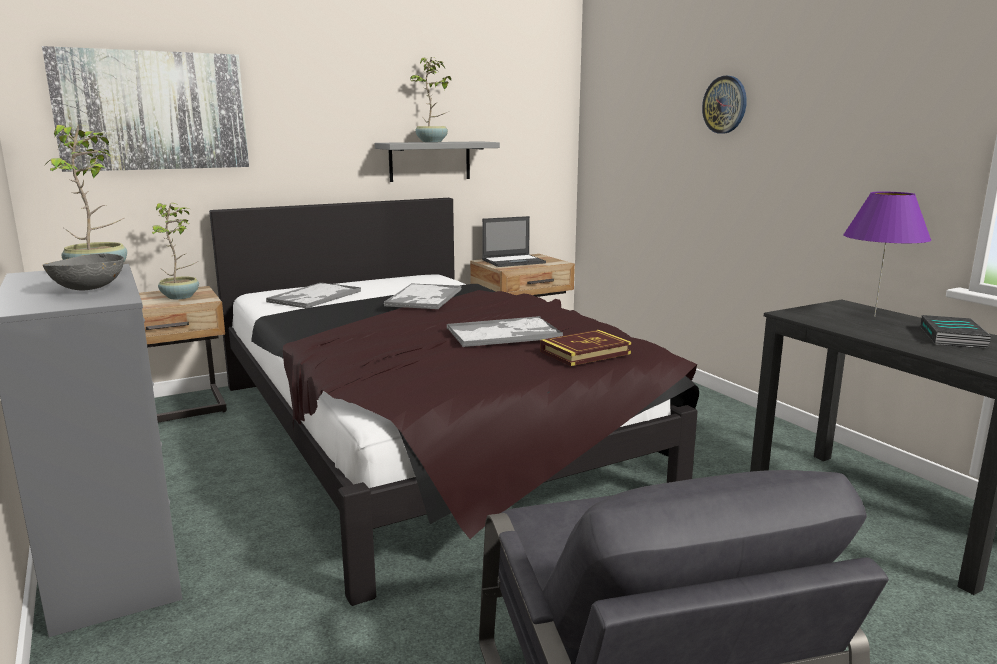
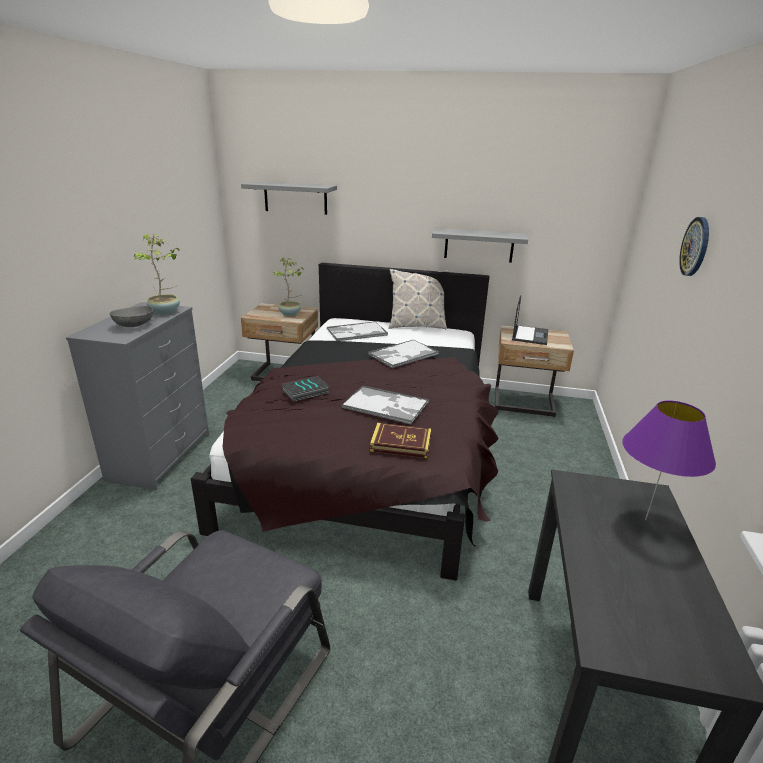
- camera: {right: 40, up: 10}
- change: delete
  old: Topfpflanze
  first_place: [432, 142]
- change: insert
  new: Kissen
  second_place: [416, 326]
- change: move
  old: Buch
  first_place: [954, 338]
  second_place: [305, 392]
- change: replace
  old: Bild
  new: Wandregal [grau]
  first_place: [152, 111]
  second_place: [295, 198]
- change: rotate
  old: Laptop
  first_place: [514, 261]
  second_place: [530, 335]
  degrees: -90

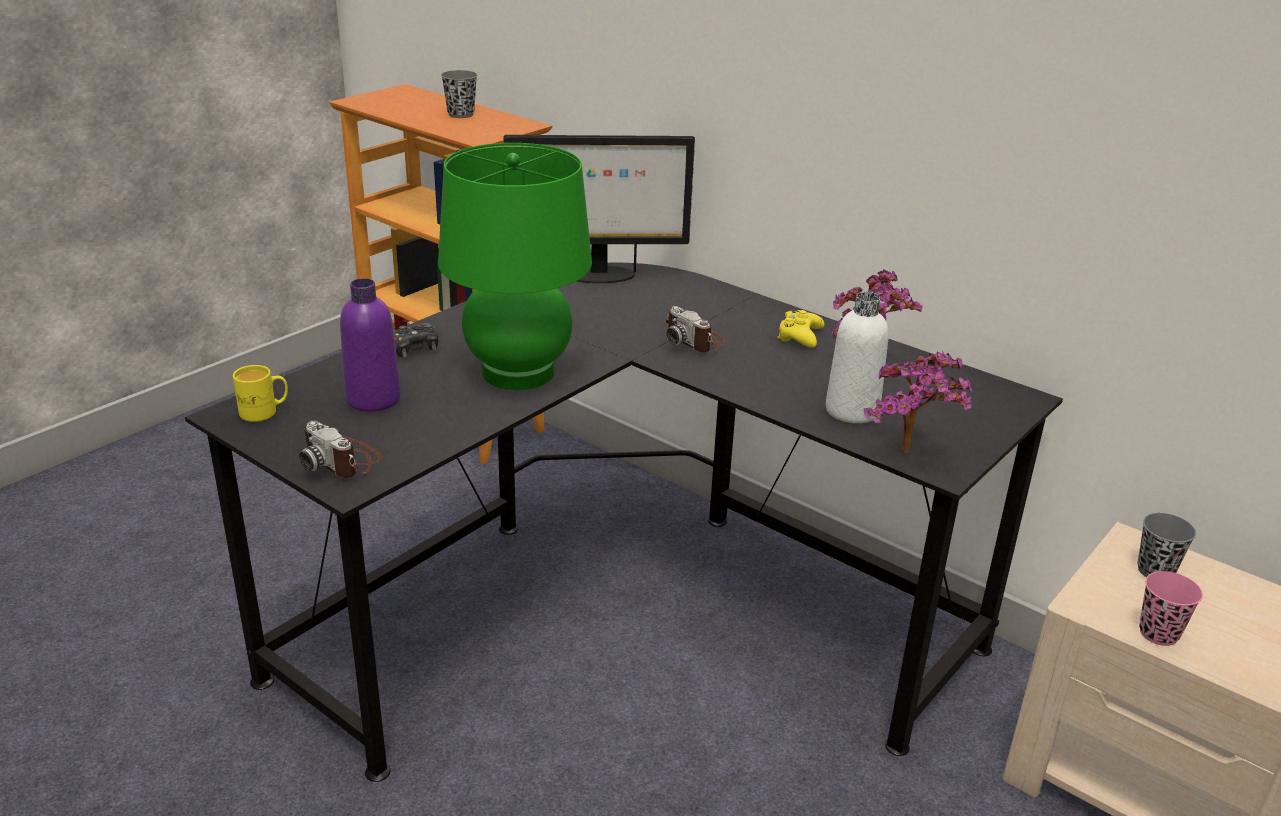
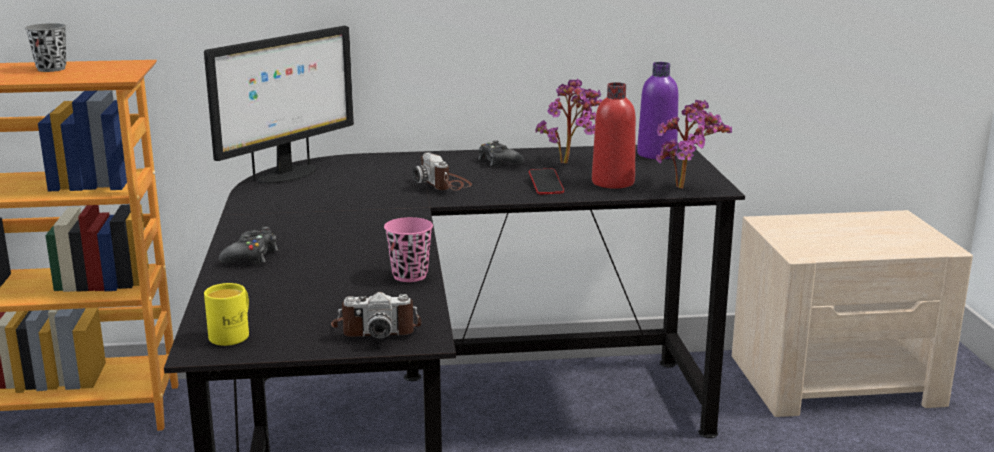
- camera: {right: -45, up: -10}
- change: delete
  old: Tischlampe [grün]
  first_place: [518, 372]
- change: delete
  old: Tasse [grau]
  first_place: [1155, 571]
- change: insert
  new: Handy
  second_place: [546, 185]
- change: move
  old: Flasche [lila]
  first_place: [373, 399]
  second_place: [656, 154]
- change: move
  old: Tasse [rosa]
  first_place: [1158, 633]
  second_place: [410, 275]
- change: recolor
  old: Gamepad [gelb]
  new: Gamepad [schwarz]
  first_place: [799, 336]
  second_place: [499, 161]
- change: recolor
  old: Flasche [weiß]
  new: Flasche [rot]
  first_place: [852, 411]
  second_place: [613, 182]
- change: rotate
  old: Kamera
  first_place: [695, 340]
  second_place: [444, 184]
  degrees: 60

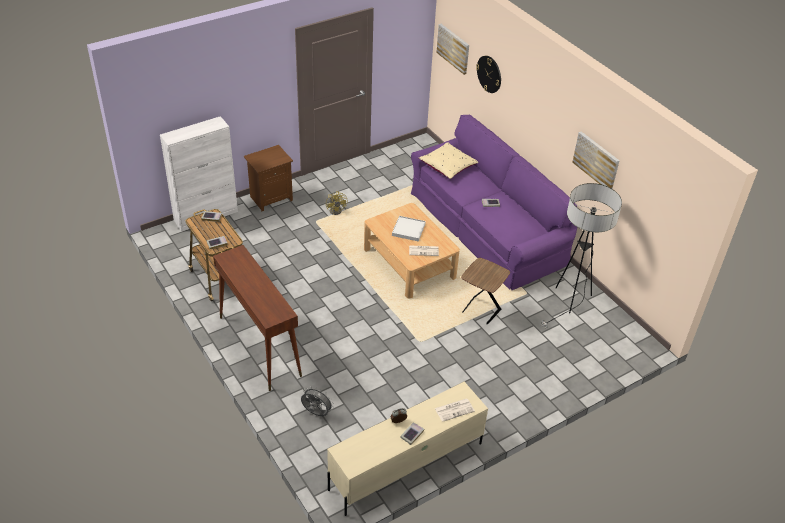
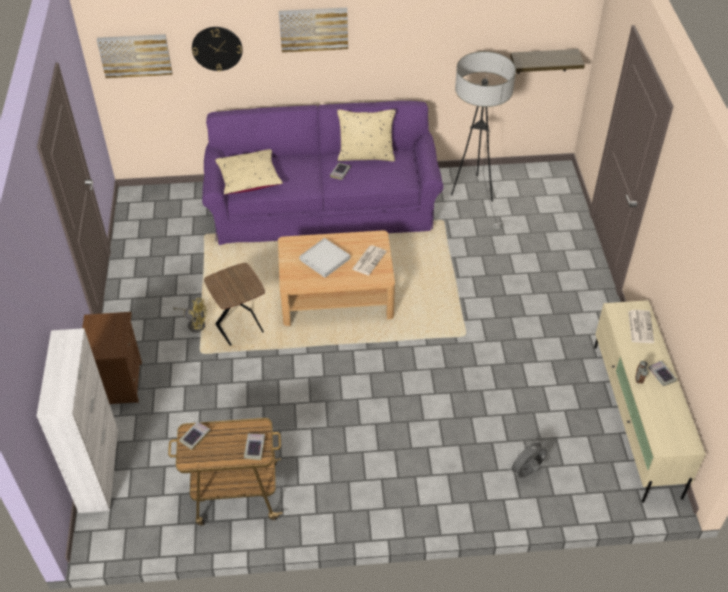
- camera: {right: -60, up: 5}
- change: delete
  old: Konsolentisch [braun]
  first_place: [259, 345]
- change: insert
  new: Kissen [beige]
  second_place: [366, 155]
- change: insert
  new: Wandregal
  second_place: [542, 61]
- change: move
  old: Beistelltisch [braun]
  first_place: [480, 311]
  second_place: [241, 328]
- change: move
  old: Bild
  first_place: [596, 161]
  second_place: [313, 29]

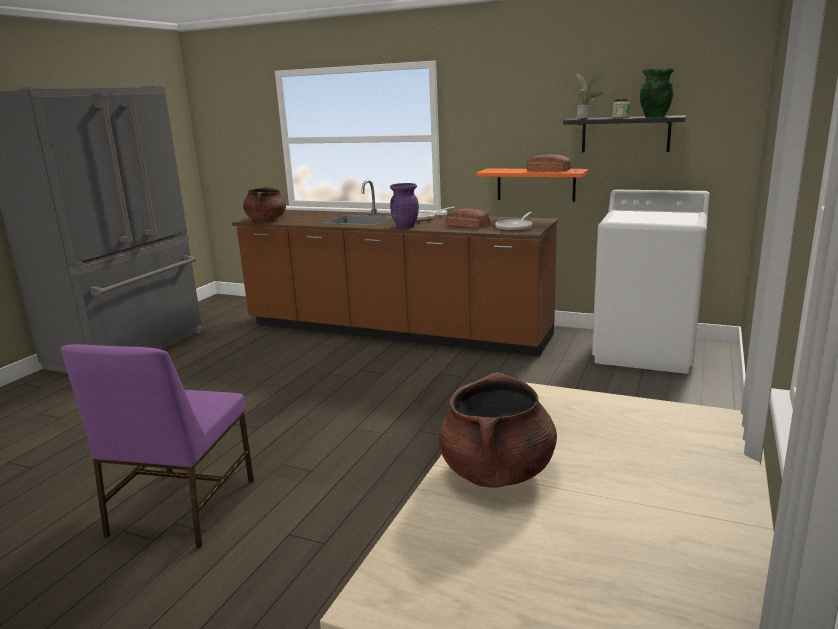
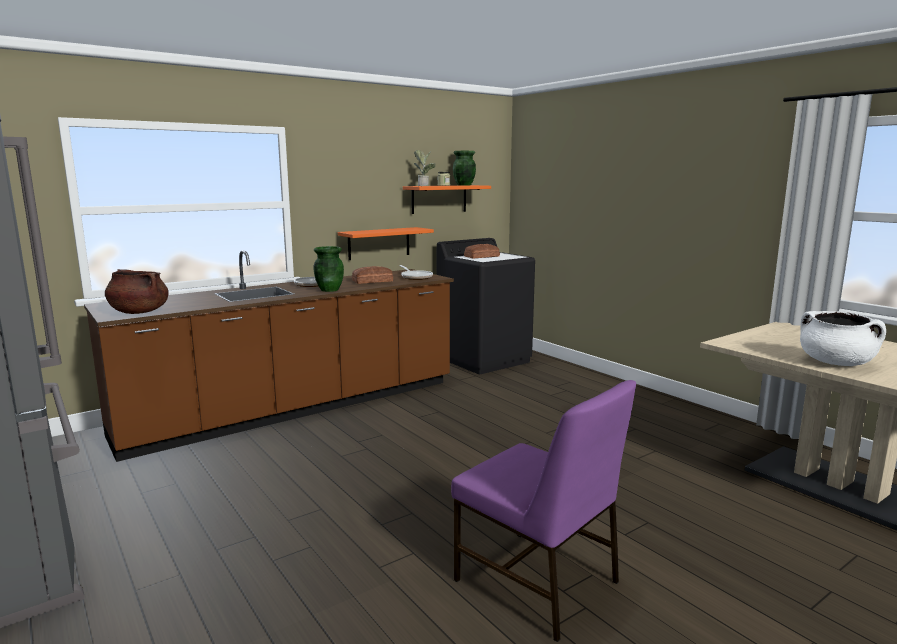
- camera: {right: -60, up: -5}
- change: move
  old: Brot
  first_place: [548, 170]
  second_place: [481, 256]
- change: recolor
  old: Vase [lila]
  new: Vase [grün]
  first_place: [405, 226]
  second_place: [329, 290]
- change: recolor
  old: Kochtopf [braun]
  new: Kochtopf [weiß]
  first_place: [497, 472]
  second_place: [835, 363]
- change: recolor
  old: Wandregal [schwarz]
  new: Wandregal [orange]
  first_place: [625, 134]
  second_place: [439, 199]
- change: recolor
  old: Waschmaschine [weiß]
  new: Waschmaschine [schwarz]
  first_place: [645, 351]
  second_place: [484, 359]

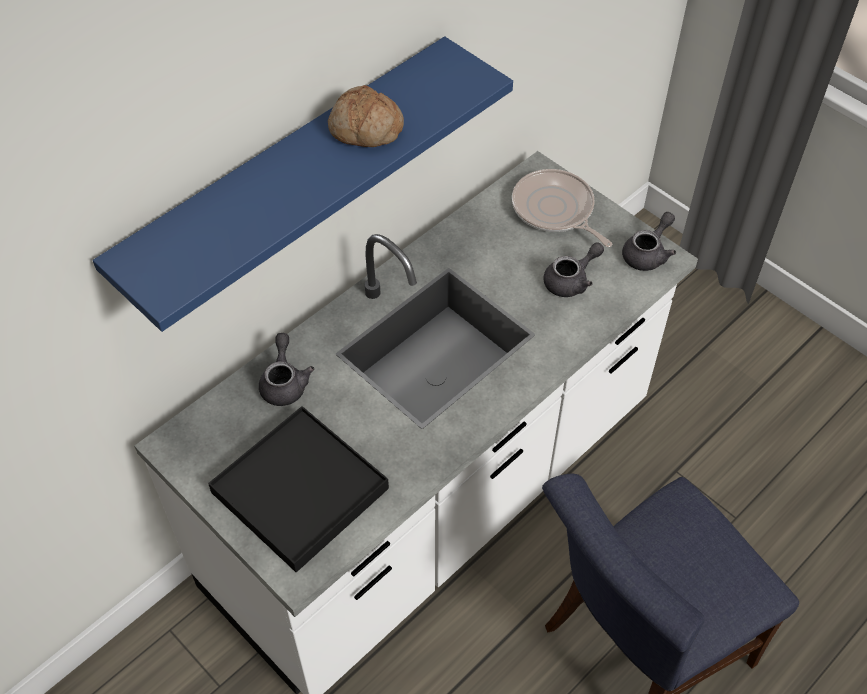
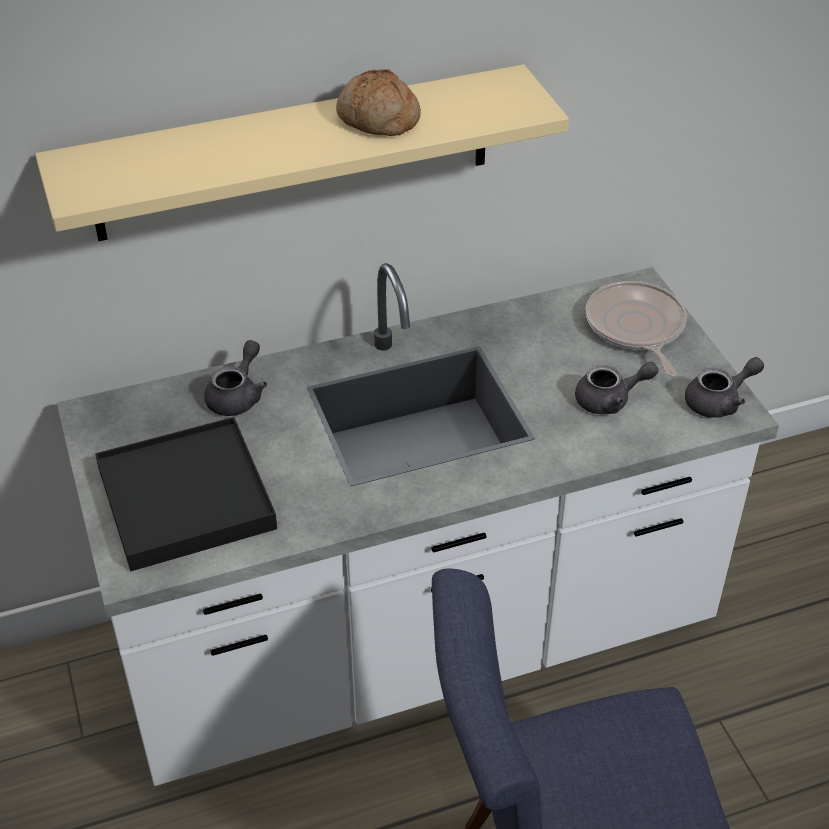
- camera: {right: 25, up: -10}
- change: recolor
  old: Wandregal [blau]
  new: Wandregal [beige]
  first_place: [288, 174]
  second_place: [294, 154]

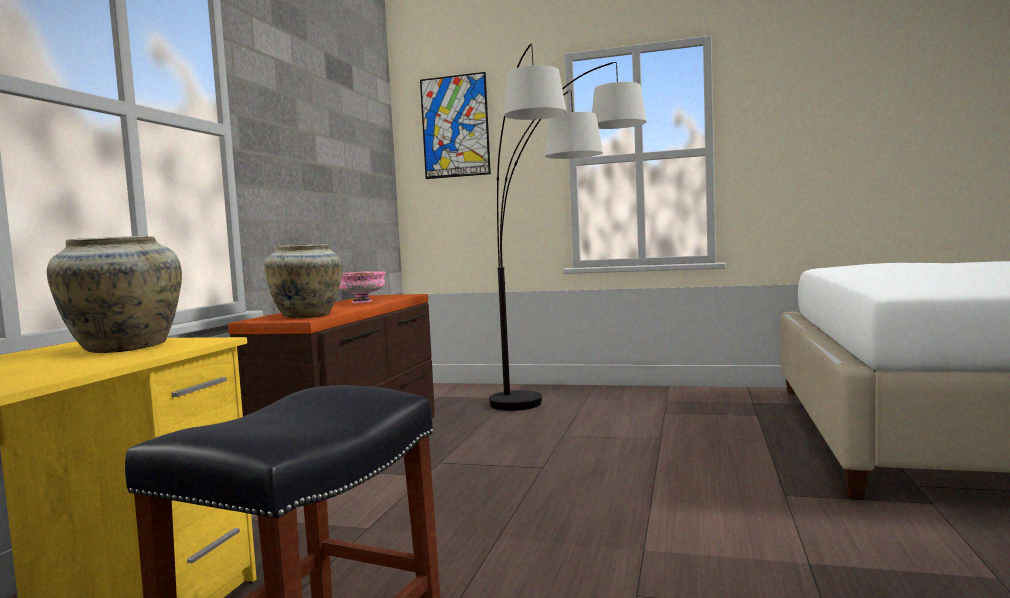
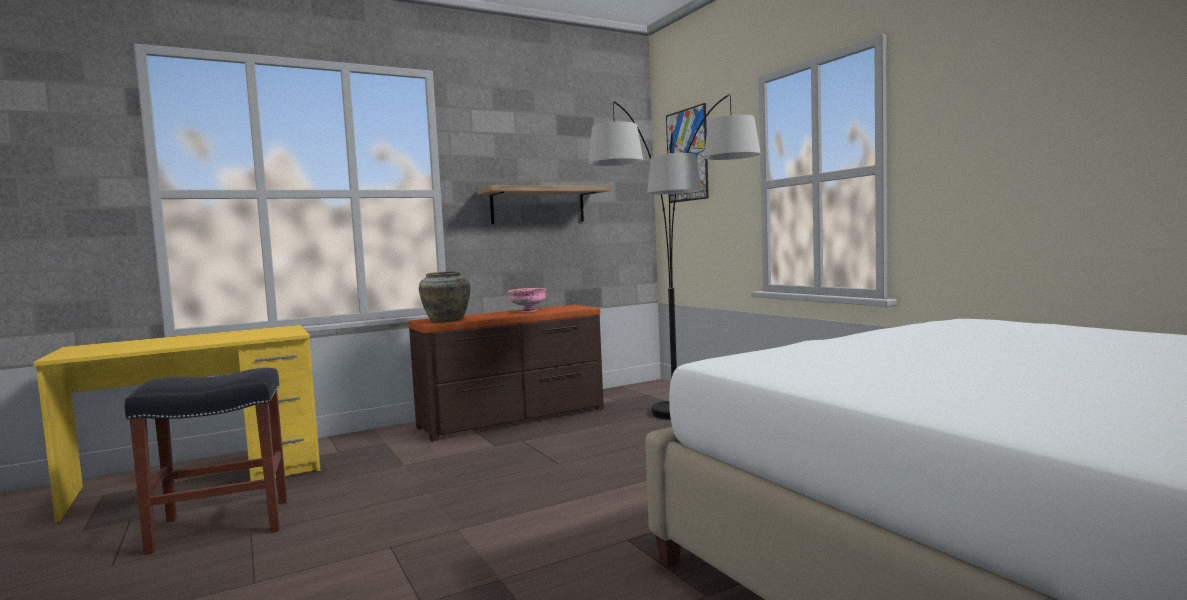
- camera: {right: 45, up: 0}
- change: delete
  old: Vase [beige]
  first_place: [122, 348]
- change: insert
  new: Wandregal
  second_place: [538, 206]

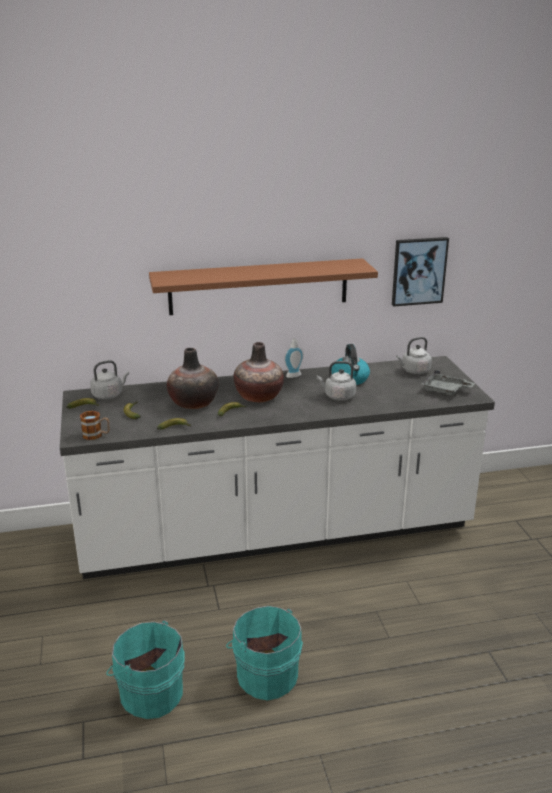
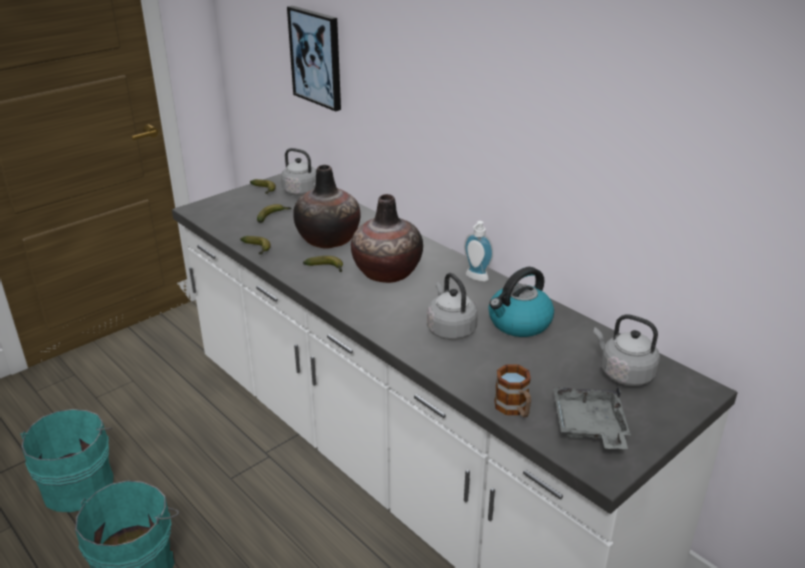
- camera: {right: 60, up: 5}
- change: delete
  old: Wandregal [braun]
  first_place: [259, 286]
- change: move
  old: Henkelbecher
  first_place: [96, 435]
  second_place: [514, 409]
- change: move
  old: Bild
  first_place: [418, 271]
  second_place: [316, 57]

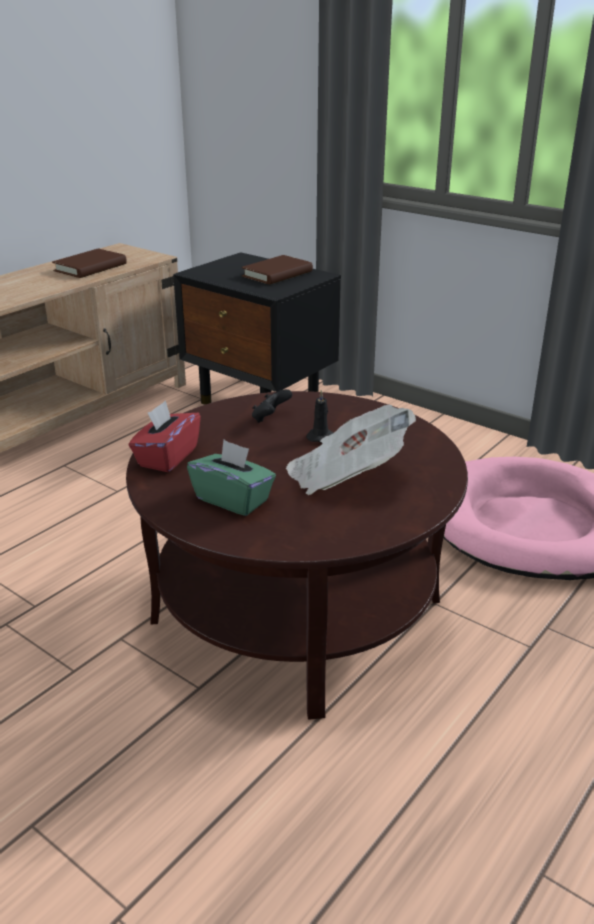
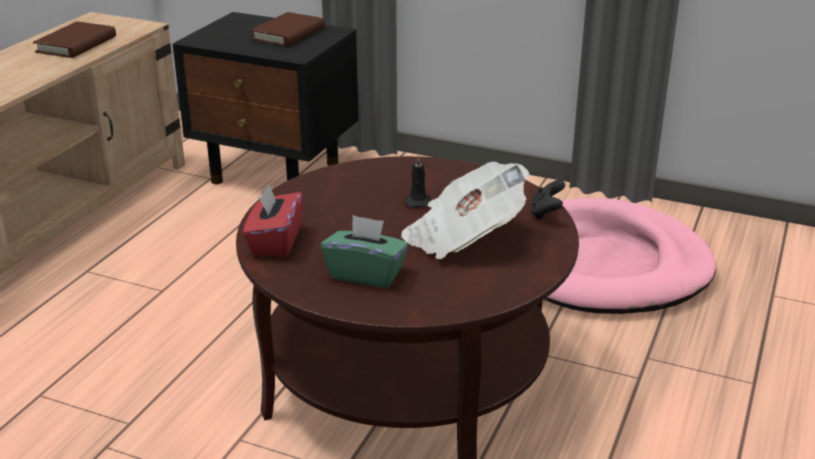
- camera: {right: -15, up: 0}
- change: move
  old: Gamepad [schwarz]
  first_place: [270, 419]
  second_place: [546, 213]

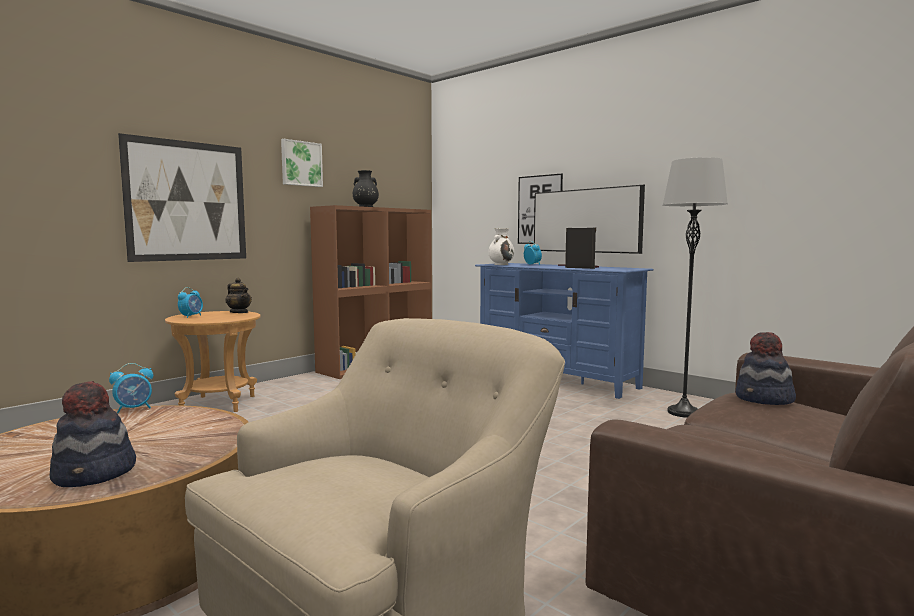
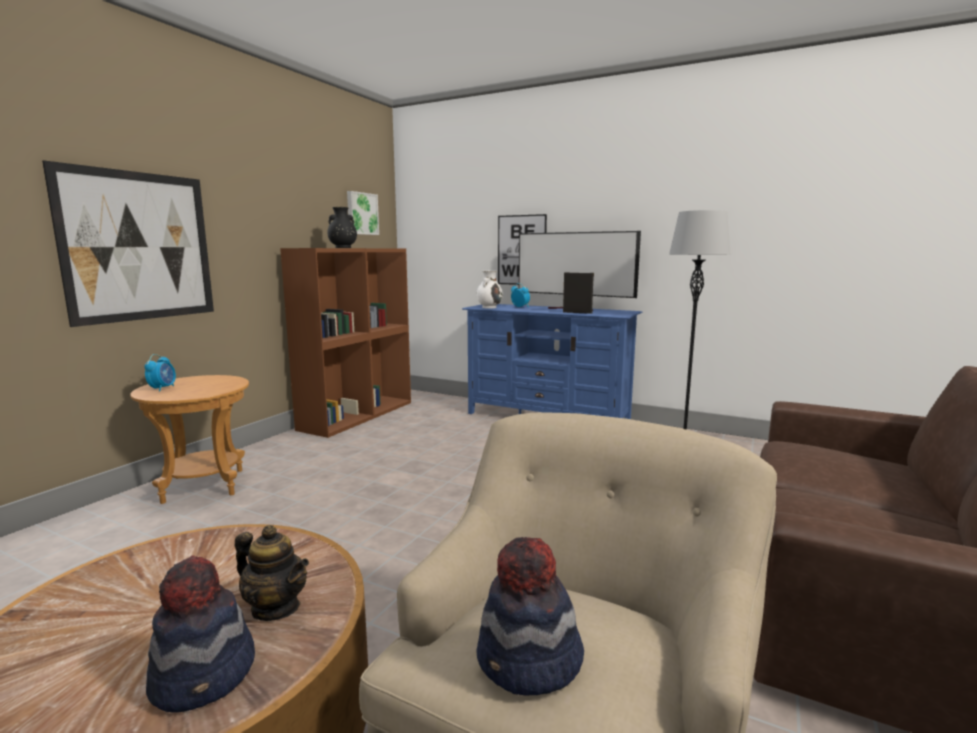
- camera: {right: -15, up: 5}
- change: delete
  old: Wecker
  first_place: [134, 409]
- change: move
  old: Teekanne
  first_place: [239, 312]
  second_place: [276, 607]
- change: move
  old: Bild
  first_place: [301, 163]
  second_place: [361, 213]
- change: move
  old: Hut
  first_place: [764, 399]
  second_place: [529, 662]

